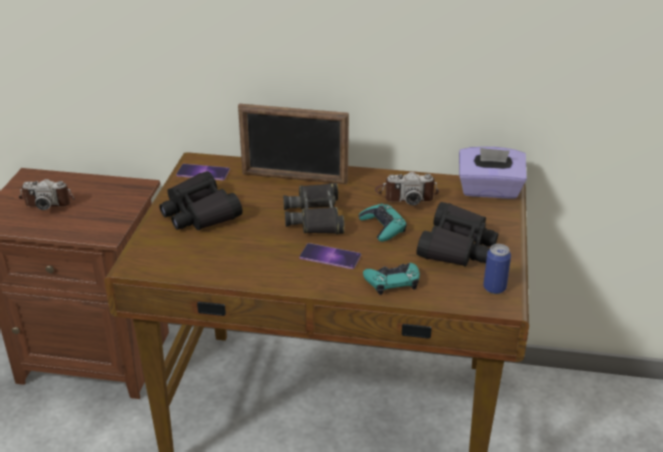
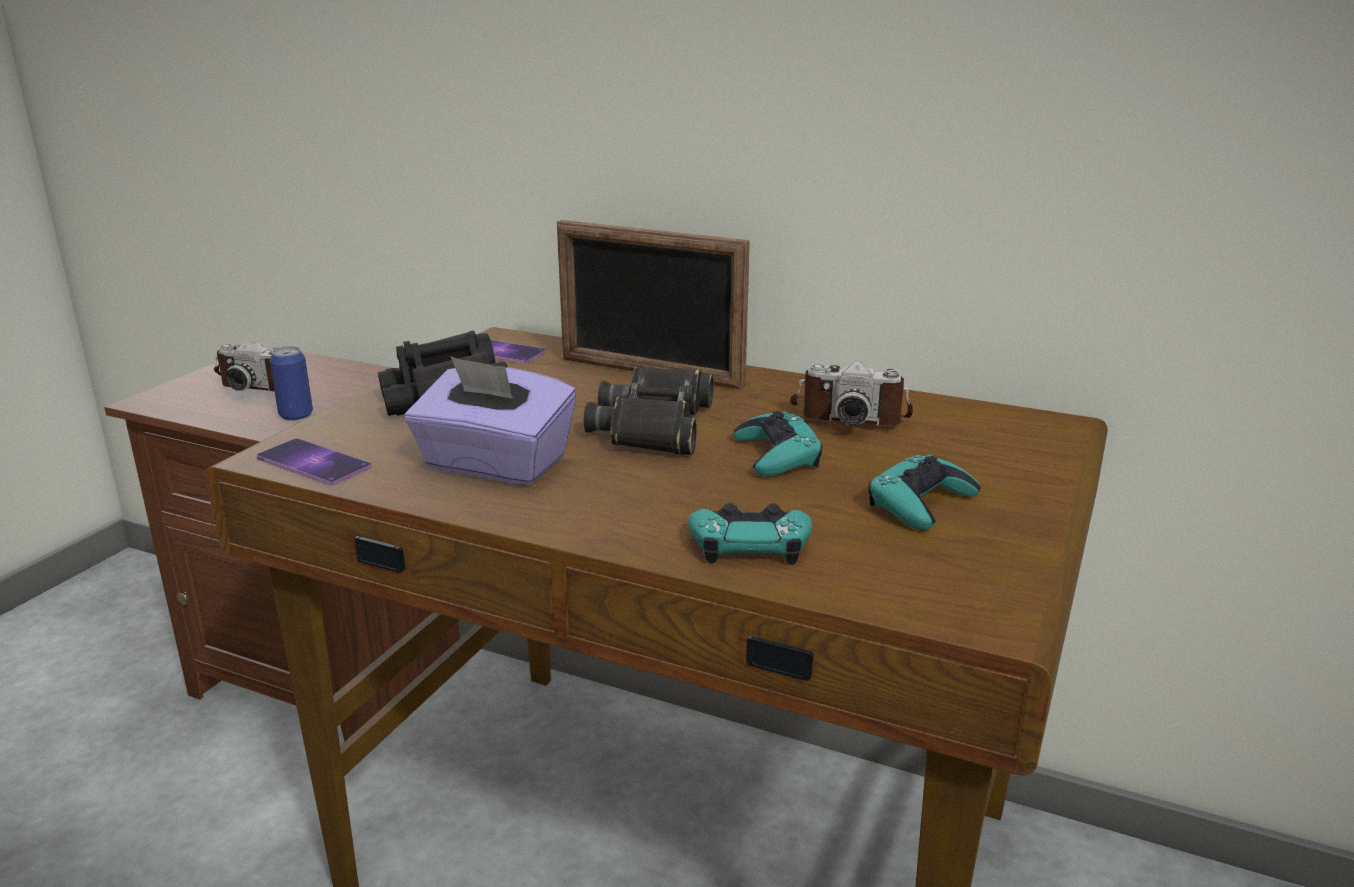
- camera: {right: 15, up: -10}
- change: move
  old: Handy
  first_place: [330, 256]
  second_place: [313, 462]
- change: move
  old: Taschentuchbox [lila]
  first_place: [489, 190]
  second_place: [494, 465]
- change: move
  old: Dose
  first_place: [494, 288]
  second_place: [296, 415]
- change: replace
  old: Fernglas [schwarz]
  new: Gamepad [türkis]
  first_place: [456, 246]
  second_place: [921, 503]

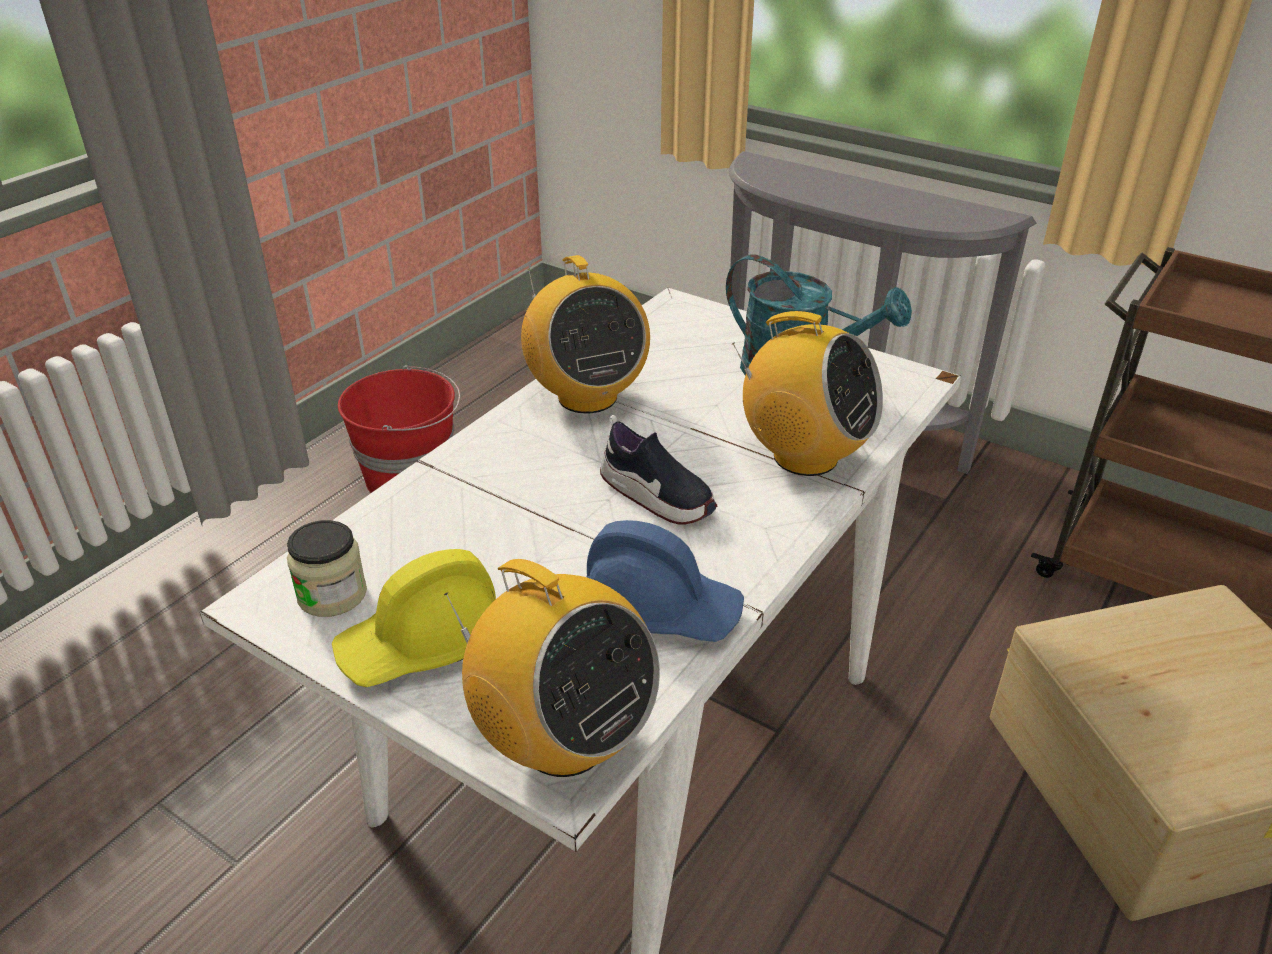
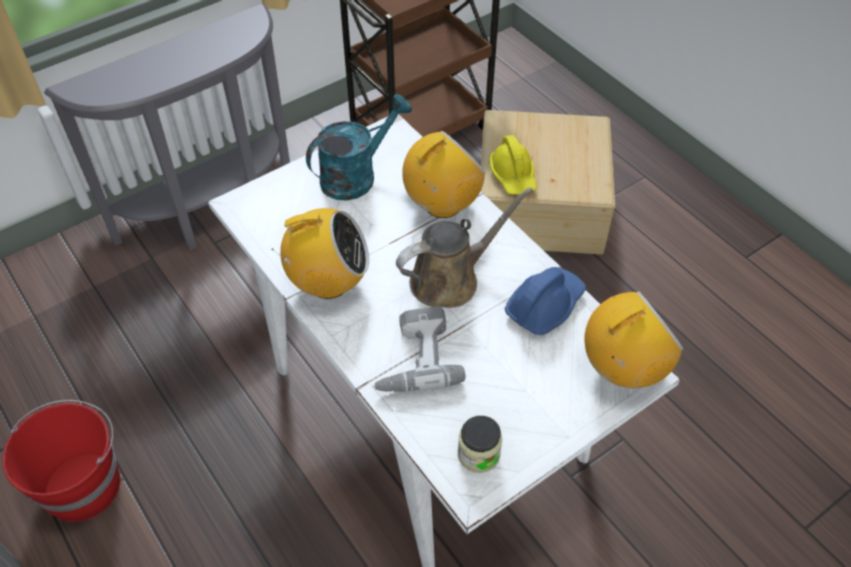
- camera: {right: -70, up: 15}
- change: insert
  new: Bohrmaschine
  second_place: [413, 358]
- change: move
  old: Schutzhelm [gelb]
  first_place: [424, 645]
  second_place: [513, 176]
- change: replace
  old: Schuh
  new: Gießkanne [braun]
  first_place: [657, 497]
  second_place: [450, 279]

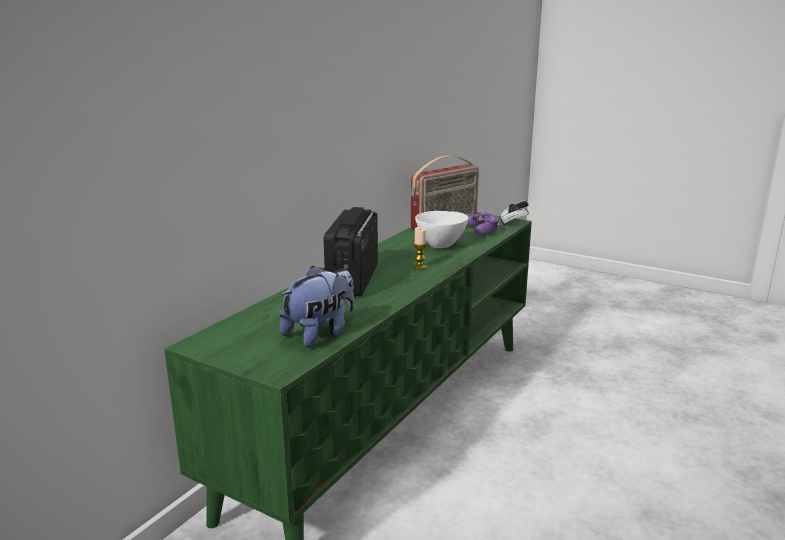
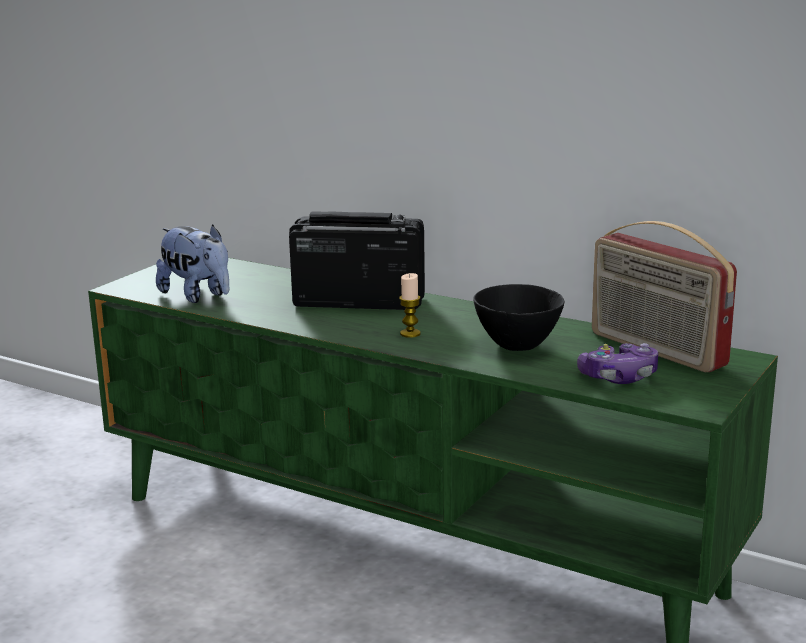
- camera: {right: 90, up: 0}
- change: delete
  old: Gamepad
  first_place: [514, 222]
- change: recolor
  old: Schüssel [weiß]
  new: Schüssel [schwarz]
  first_place: [440, 245]
  second_place: [519, 346]

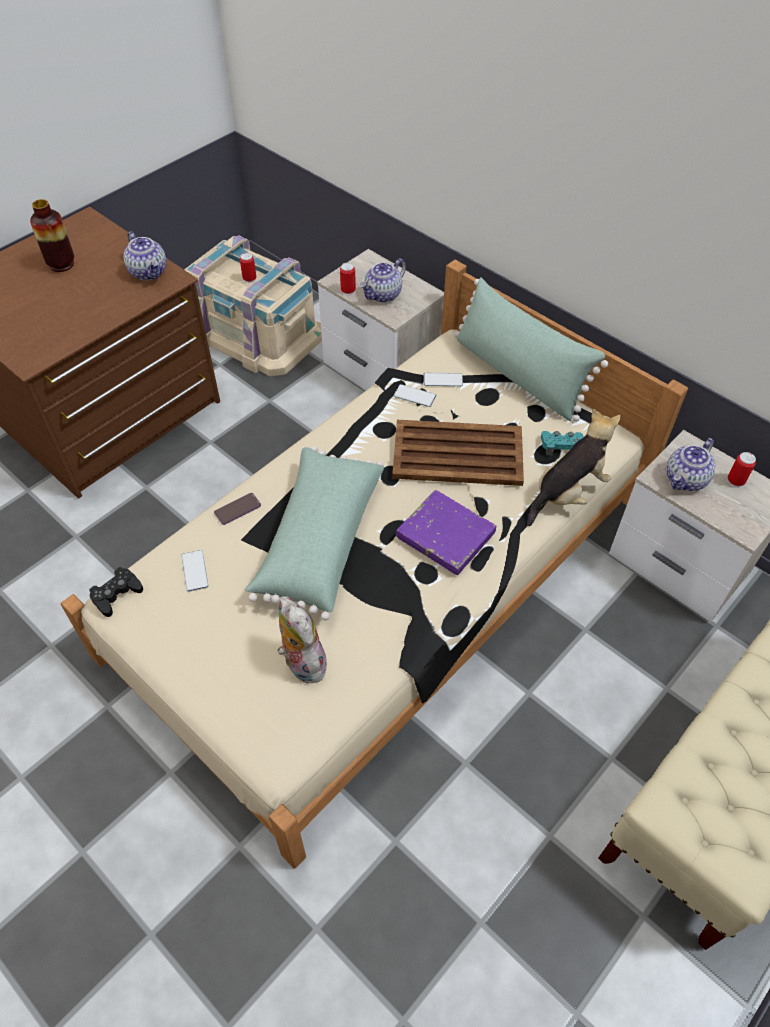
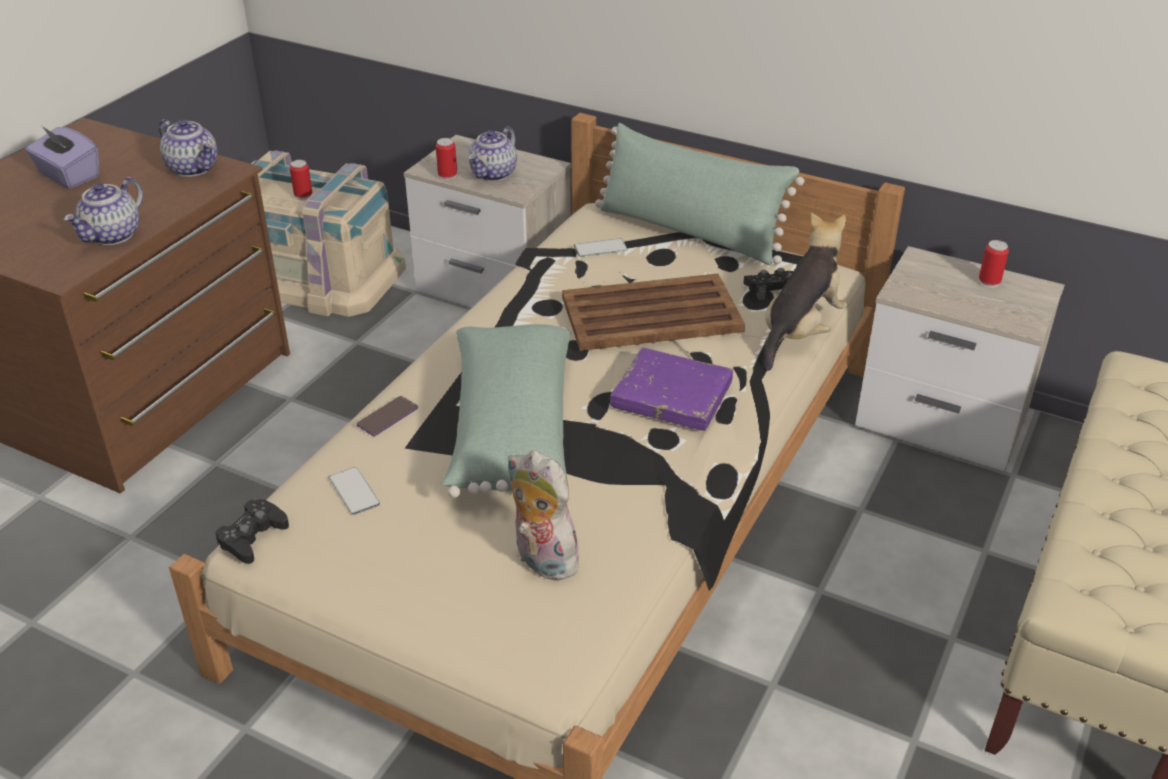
- camera: {right: -15, up: -15}
- change: delete
  old: Handy
  first_place: [415, 396]
- change: move
  old: Teekanne
  first_place: [686, 480]
  second_place: [113, 235]
- change: replace
  old: Vase
  new: Taschentuchbox [lila]
  first_place: [61, 264]
  second_place: [68, 176]
- change: recolor
  old: Gamepad [türkis]
  new: Gamepad [schwarz]
  first_place: [561, 446]
  second_place: [771, 289]

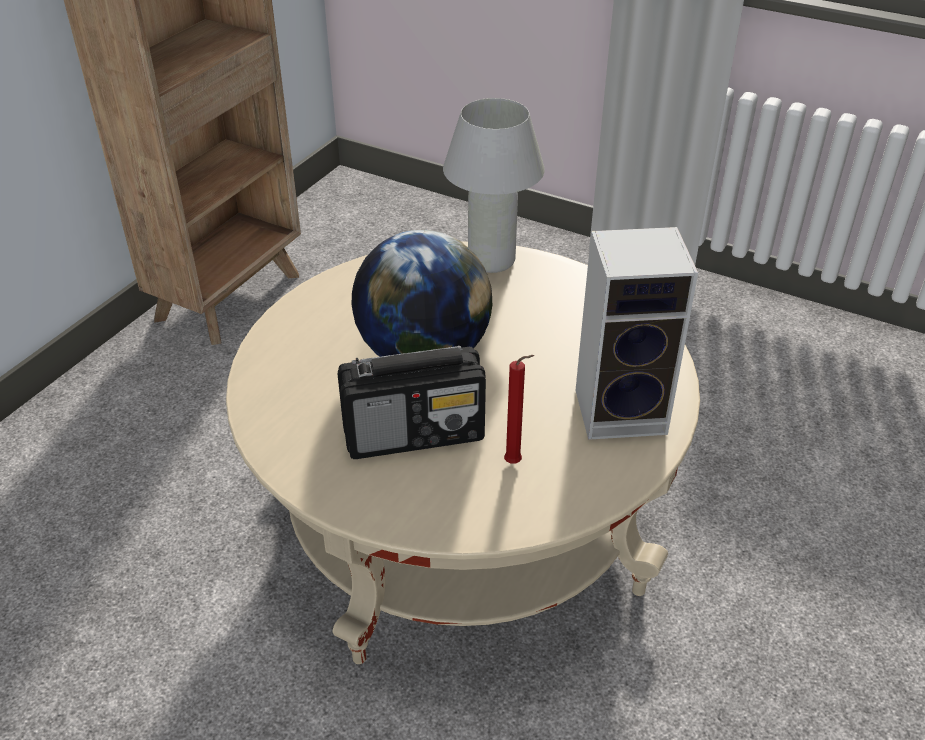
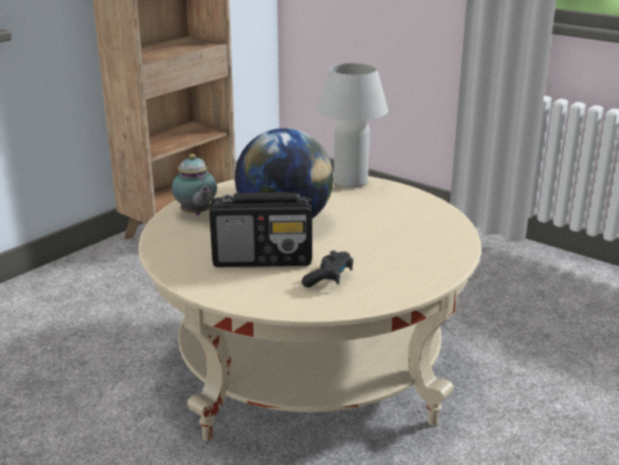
- camera: {right: 10, up: -15}
- change: delete
  old: Lautsprecher
  first_place: [623, 410]
- change: insert
  new: Teekanne
  second_place: [196, 214]
- change: replace
  old: Kerze [rot]
  new: Gamepad [schwarz]
  first_place: [515, 463]
  second_place: [329, 279]

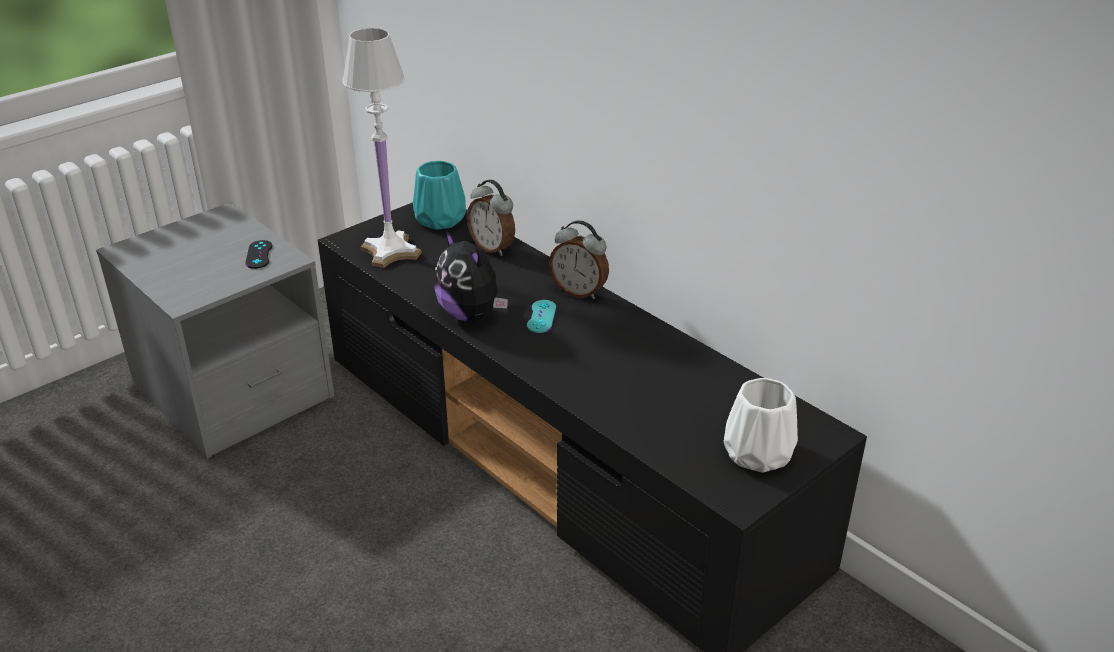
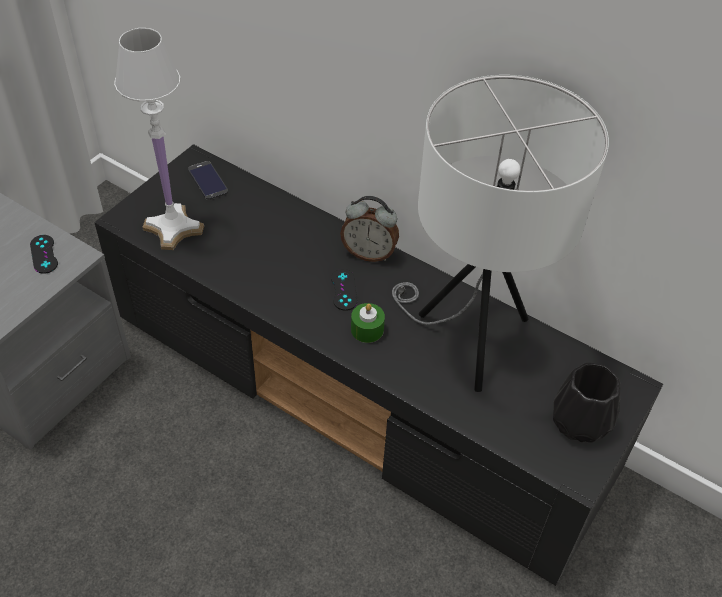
- camera: {right: -15, up: 15}
- change: delete
  old: Plüschtier
  first_place: [471, 315]
- change: delete
  old: Wecker
  first_place: [493, 248]
- change: insert
  new: Kerze [grün]
  second_place: [367, 329]
- change: insert
  new: Tischlampe [weiß]
  second_place: [469, 338]
- change: replace
  old: Vase [türkis]
  new: Handy
  first_place: [439, 220]
  second_place: [208, 181]
- change: recolor
  old: Gamepad [türkis]
  new: Gamepad [schwarz]
  first_place: [541, 316]
  second_place: [344, 290]
- change: recolor
  old: Vase [weiß]
  new: Vase [schwarz]
  first_place: [757, 455]
  second_place: [580, 422]

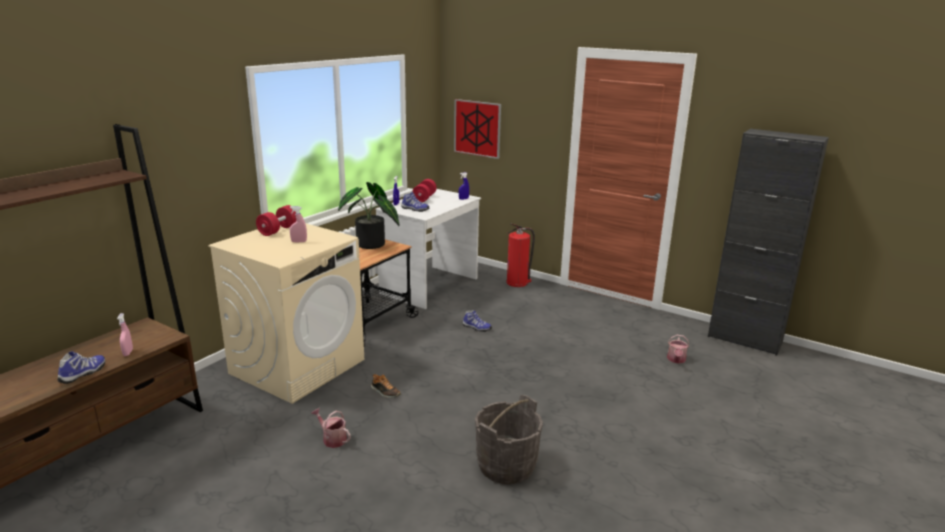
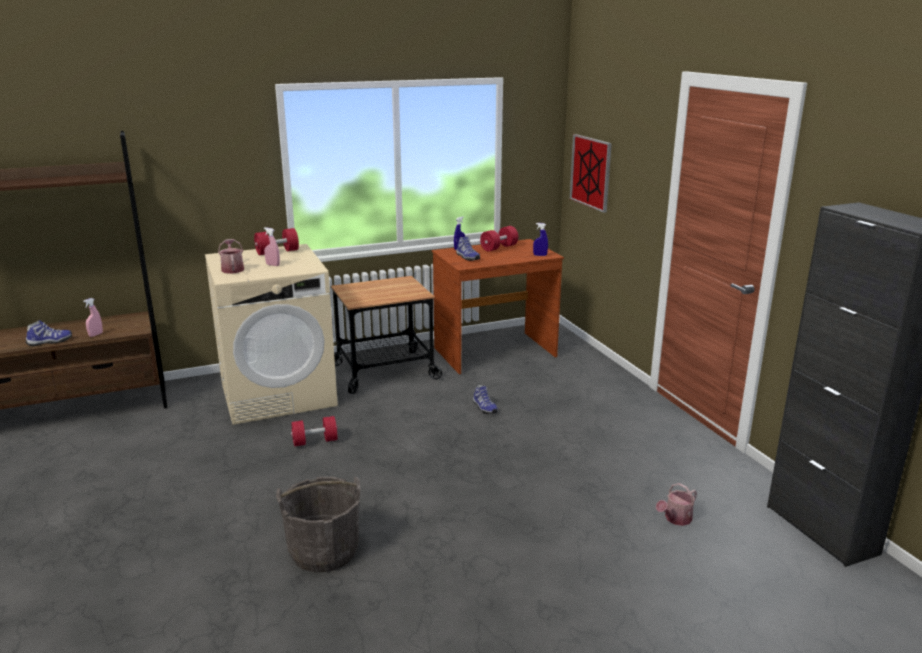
- camera: {right: 35, up: 0}
- change: delete
  old: Topfpflanze
  first_place: [371, 245]
- change: delete
  old: Feuerlöscher
  first_place: [518, 282]
- change: move
  old: Gießkanne
  first_place: [332, 439]
  second_place: [232, 269]
- change: replace
  old: Schuh
  new: Hantel [rot]
  first_place: [385, 392]
  second_place: [315, 441]
- change: recolor
  old: Schreibtisch [weiß]
  new: Schreibtisch [braun]
  first_place: [430, 286]
  second_place: [495, 353]

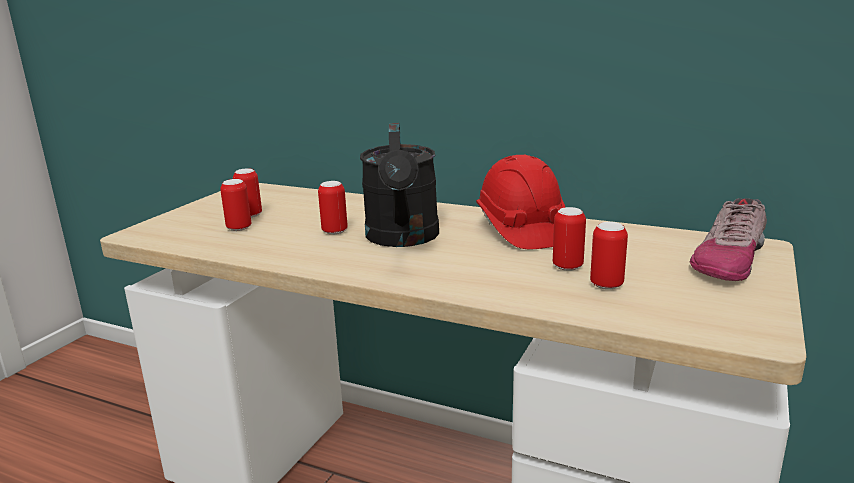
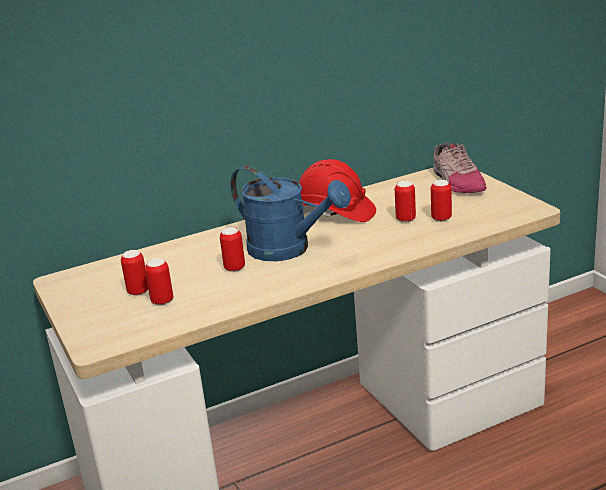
- camera: {right: -50, up: 5}
- change: recolor
  old: Gießkanne [schwarz]
  new: Gießkanne [blau]
  first_place: [403, 239]
  second_place: [288, 250]

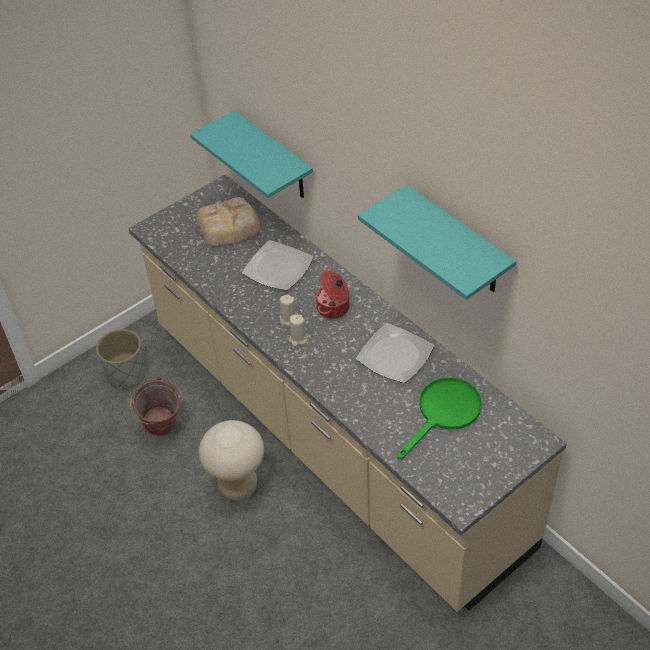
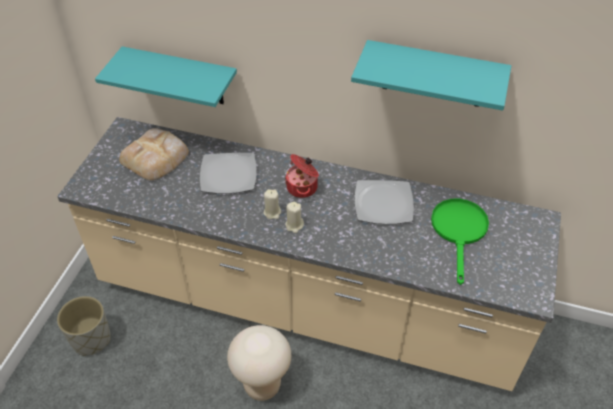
- camera: {right: -35, up: 0}
- change: delete
  old: Eimer
  first_place: [162, 430]

